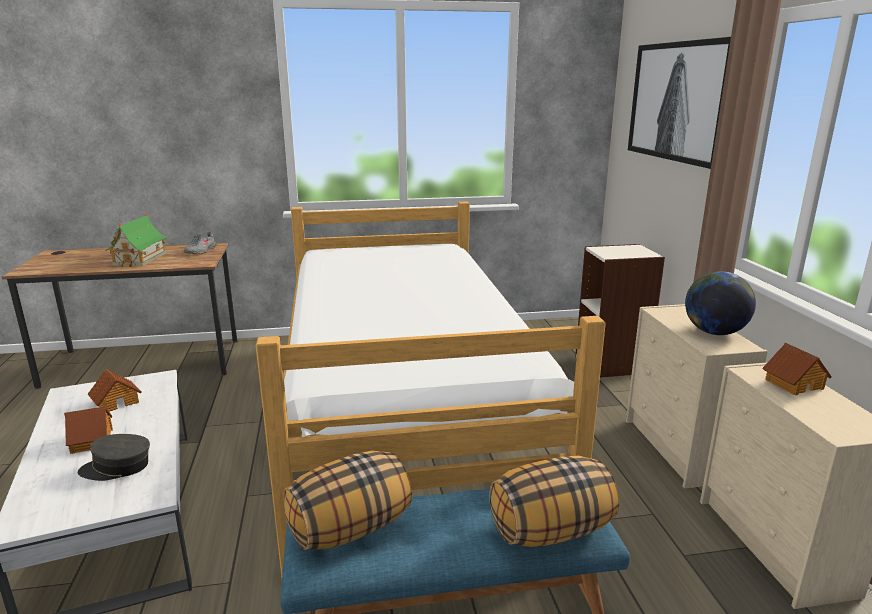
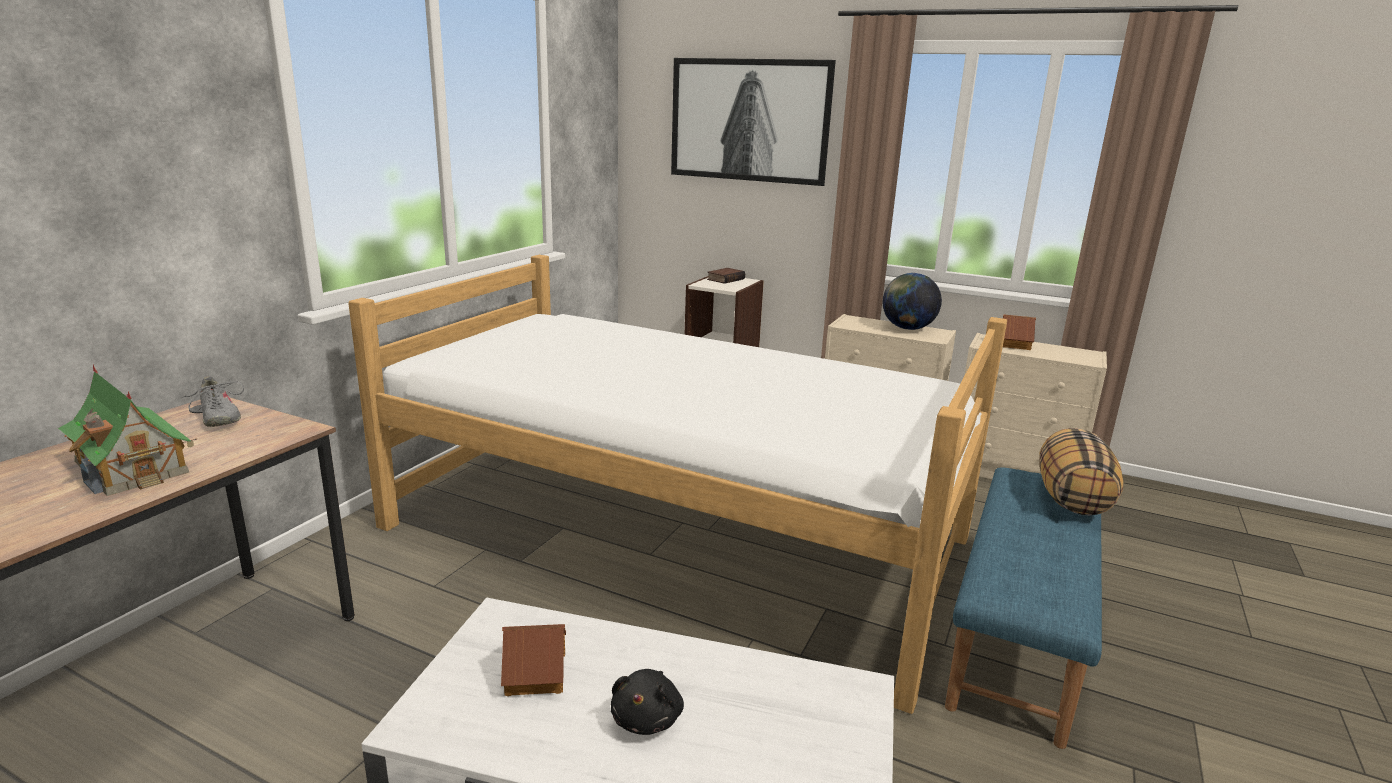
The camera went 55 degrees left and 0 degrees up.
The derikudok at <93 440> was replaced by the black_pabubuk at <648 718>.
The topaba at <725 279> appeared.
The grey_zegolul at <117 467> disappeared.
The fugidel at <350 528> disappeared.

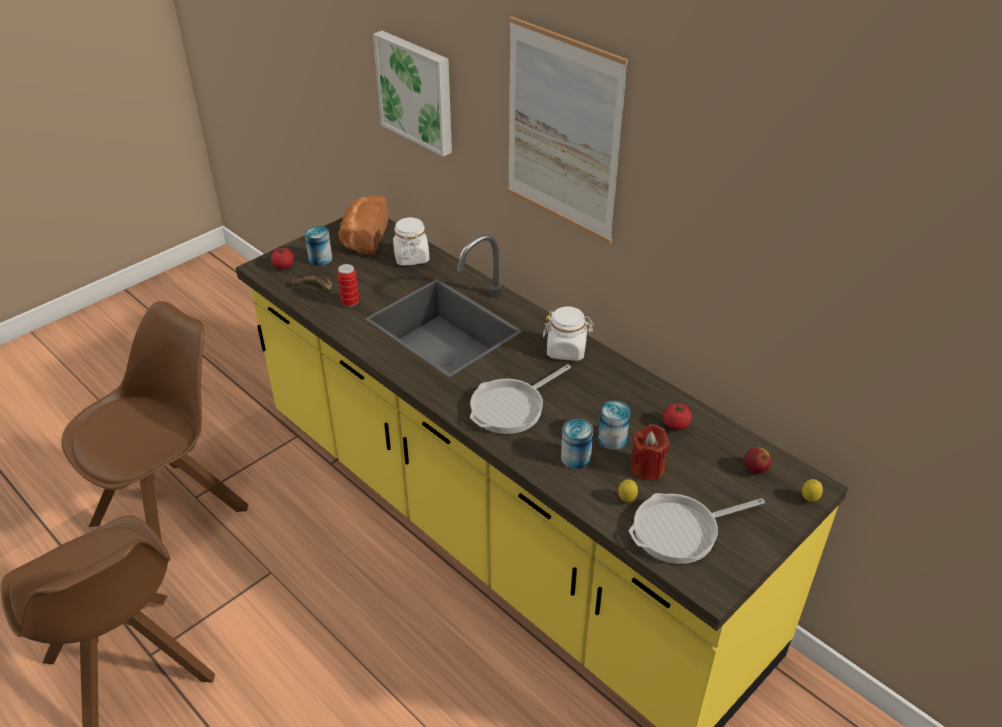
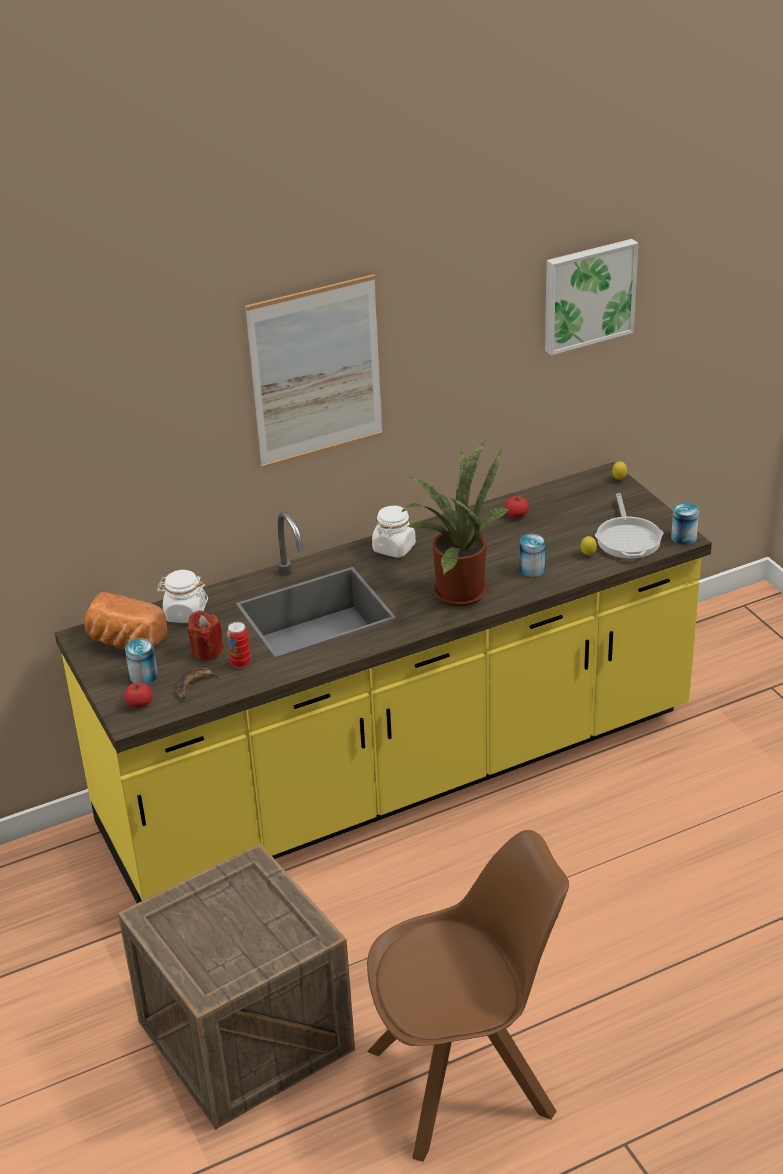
The camera went 70 degrees left and 5 degrees down.
The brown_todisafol at <174 513> was replaced by the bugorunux at <245 1035>.
The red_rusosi moved from <647 468> to <207 651>.
The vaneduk at <511 407> was replaced by the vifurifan at <455 590>.
The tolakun moved from <417 91> to <587 295>.
The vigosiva moved from <612 439> to <683 537>.
The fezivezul at <755 469> disappeared.

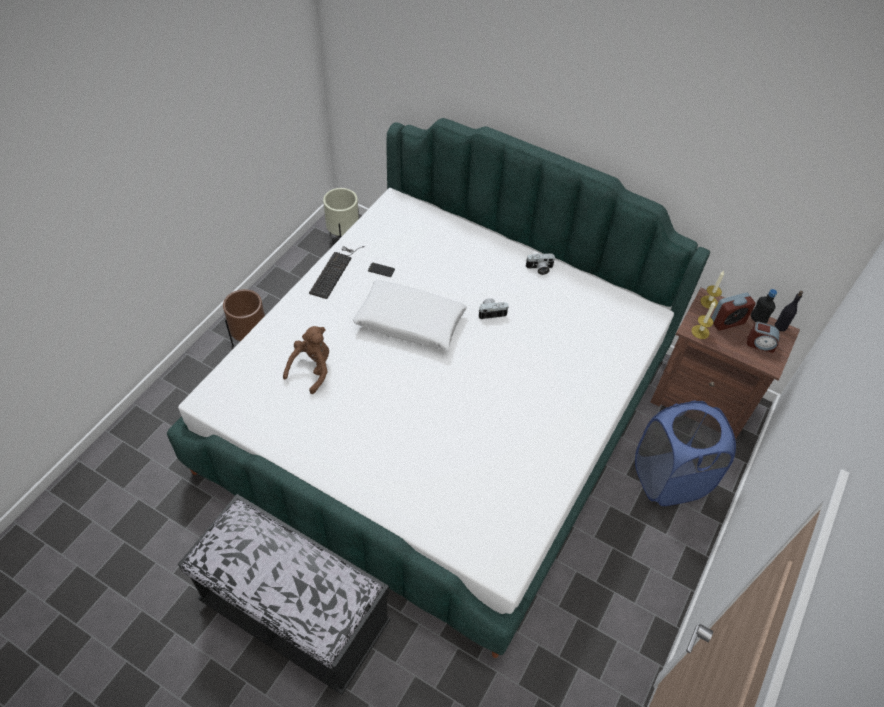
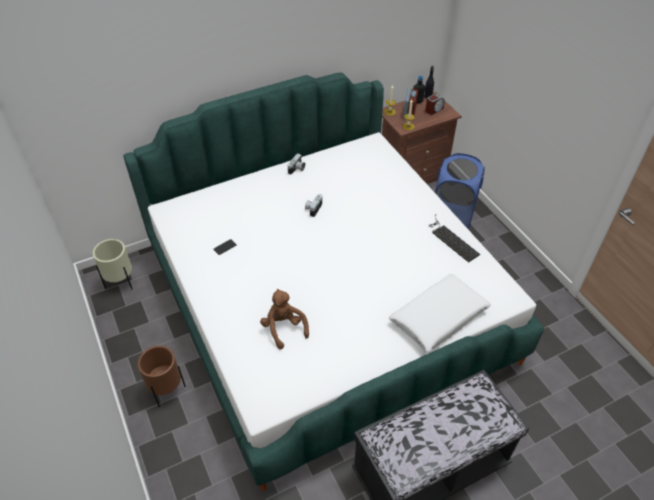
The camera went 55 degrees left and 5 degrees down.
The white_fugidel moved from <410 322> to <438 318>.
The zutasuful moved from <335 270> to <451 239>.

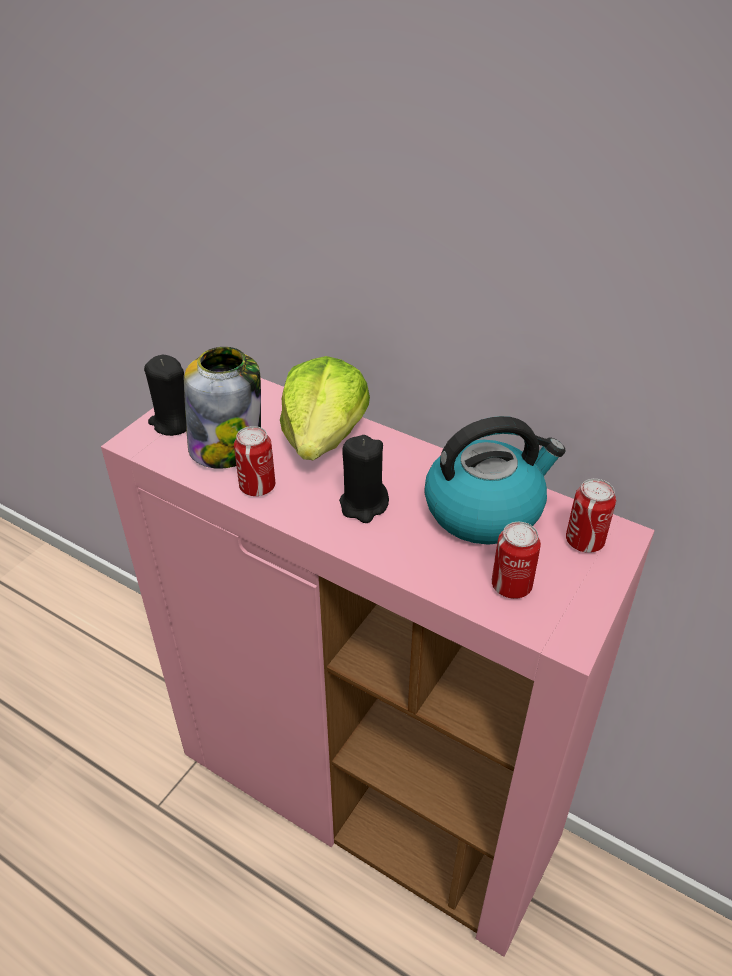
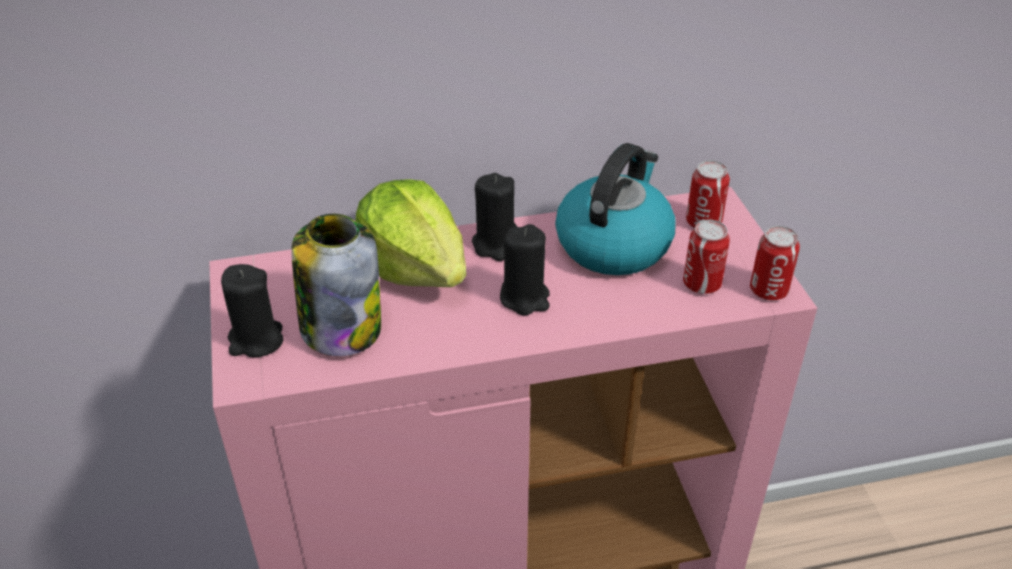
The camera went 45 degrees left and 0 degrees up.
The black_rusosi at <496 244> appeared.
The vigosiva moved from <257 487> to <768 290>.

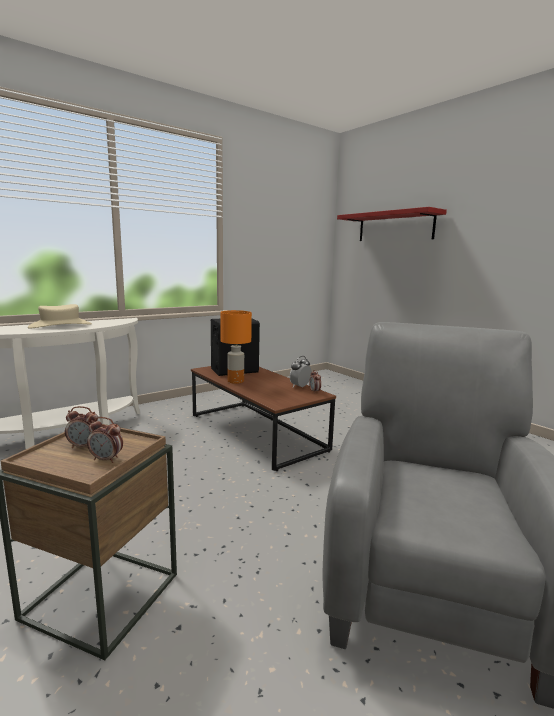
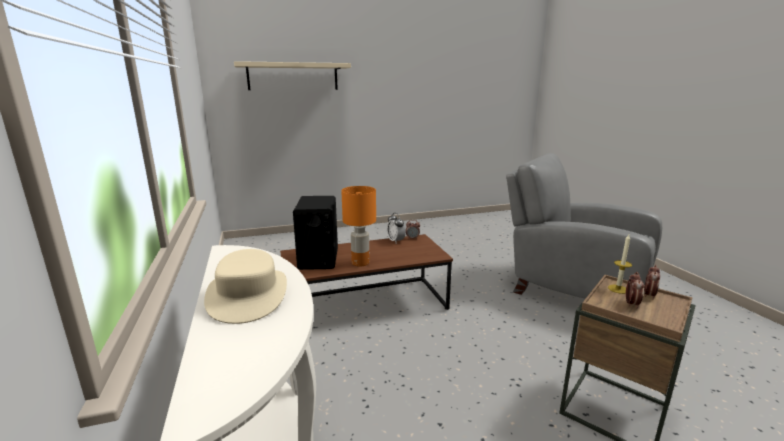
The camera went 70 degrees left and 5 degrees up.
The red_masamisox at <395 227> became the beige_masamisox at <293 76>.
The rusosi at <618 289> appeared.

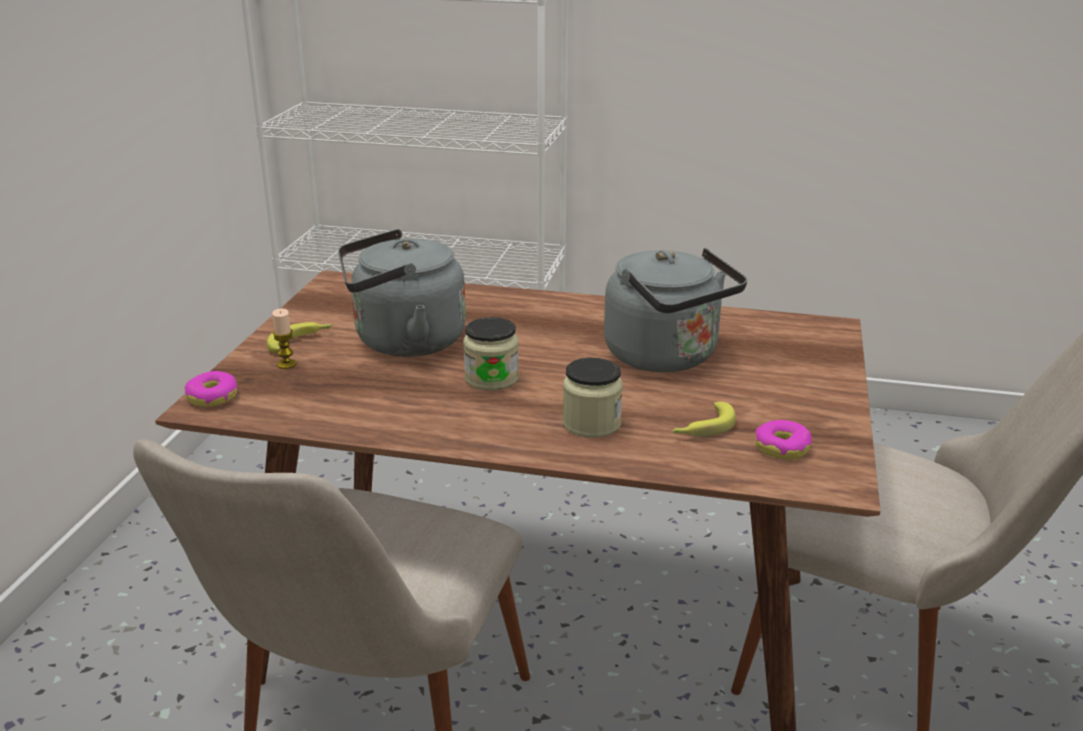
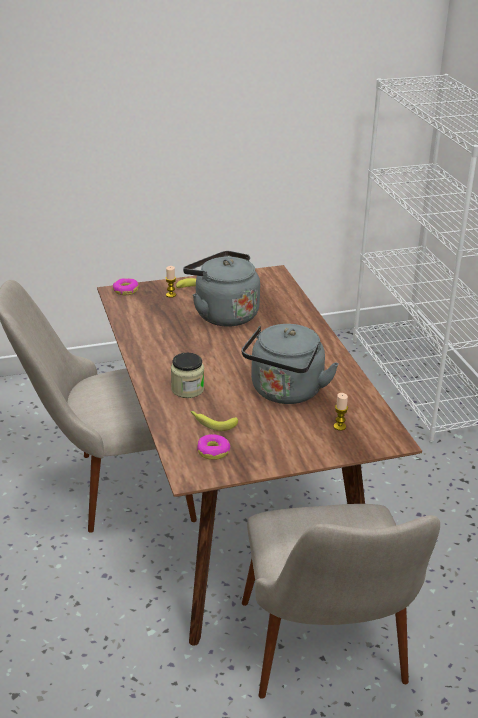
The camera went 60 degrees right and 5 degrees up.
The rusosi at <339 426> appeared.
The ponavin at <491 378> disappeared.

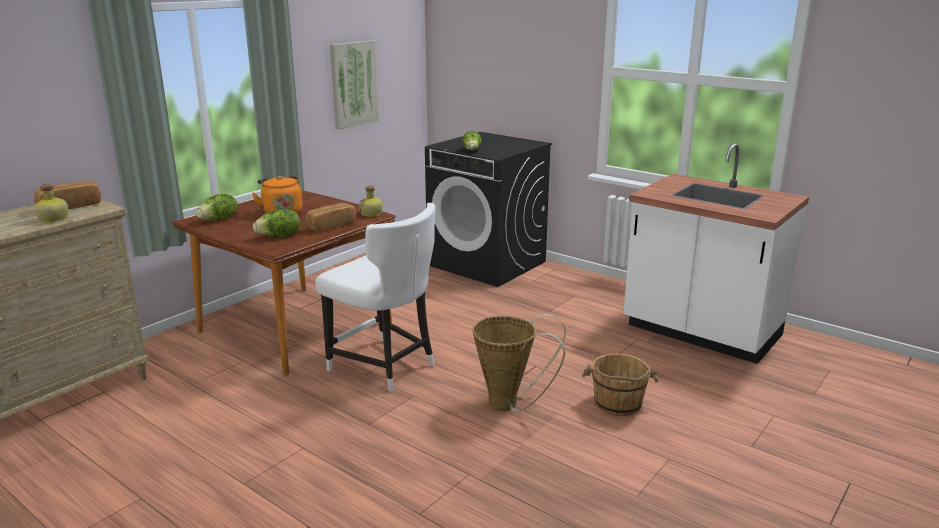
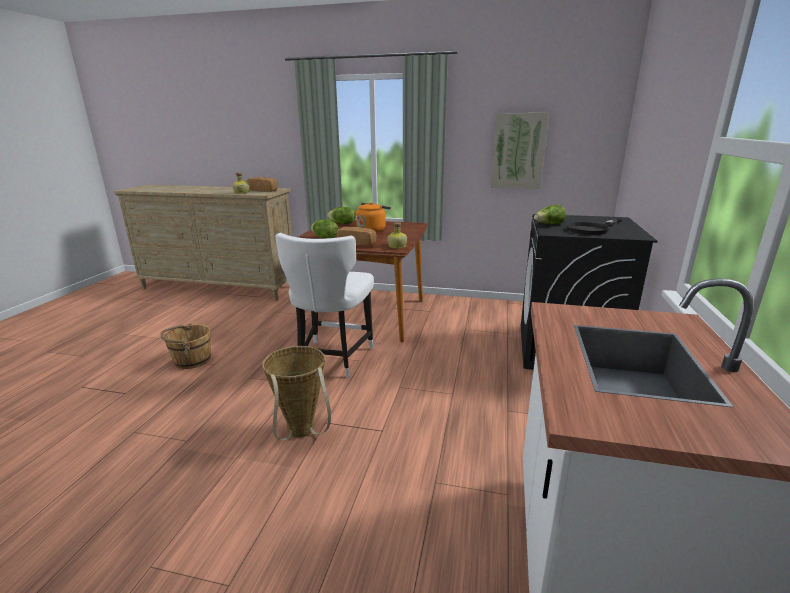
The camera went 65 degrees right and 0 degrees up.
The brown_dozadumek moved from <617 403> to <191 360>.
The black_vaneduk at <591 229> appeared.

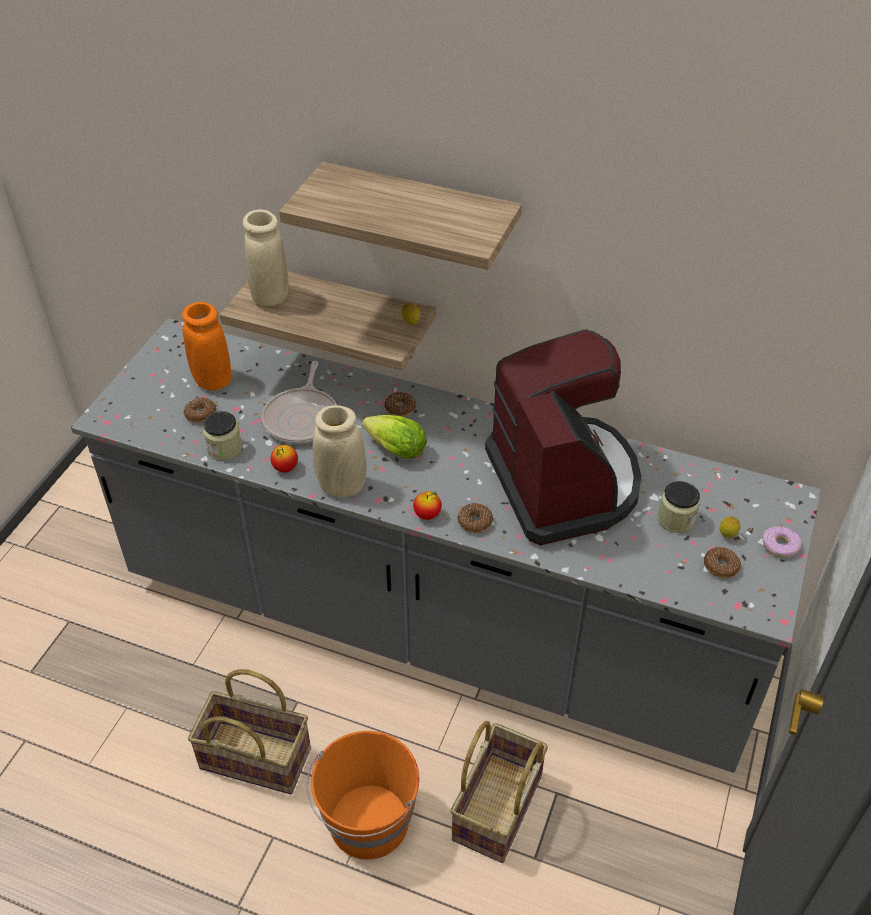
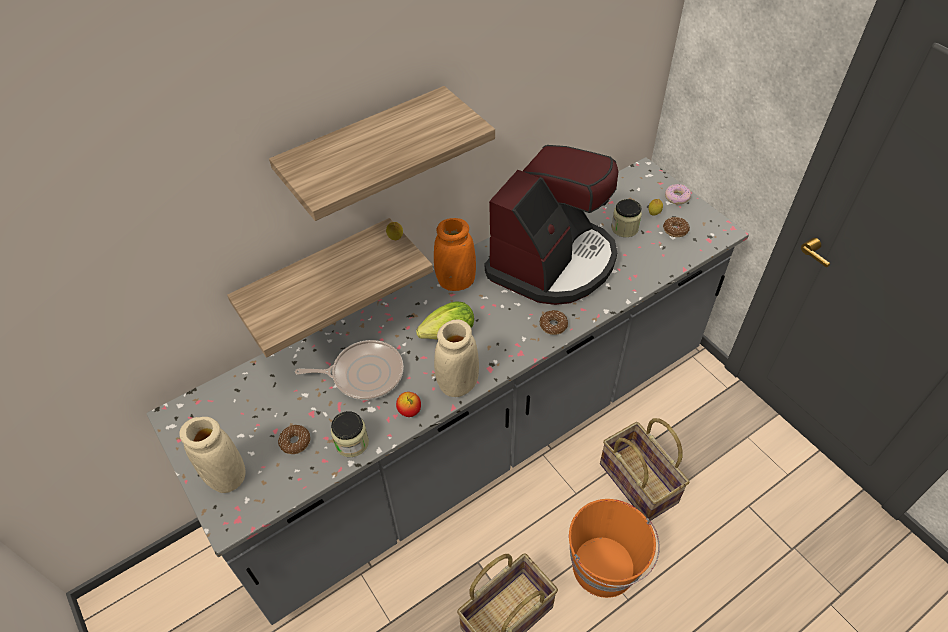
The camera went 55 degrees left and 5 degrees up.
The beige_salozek moved from <270 296> to <226 477>.
The vaneduk at <302 418> turned 45 degrees counterclockwise.
The orange_salozek moved from <212 380> to <456 282>.
The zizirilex at <564 482> turned 105 degrees clockwise.
The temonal at <400 408> disappeared.
The fezivezul at <427 515> disappeared.

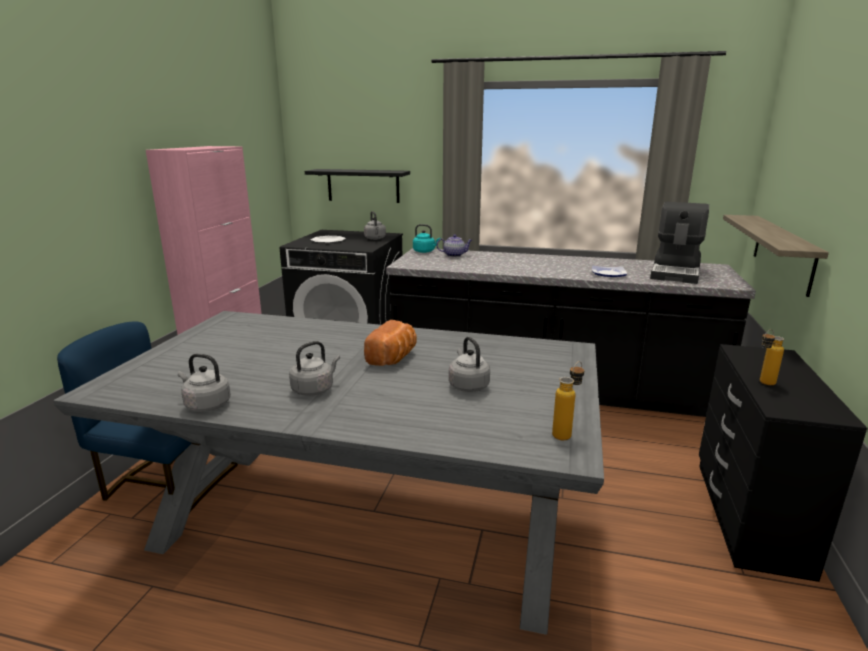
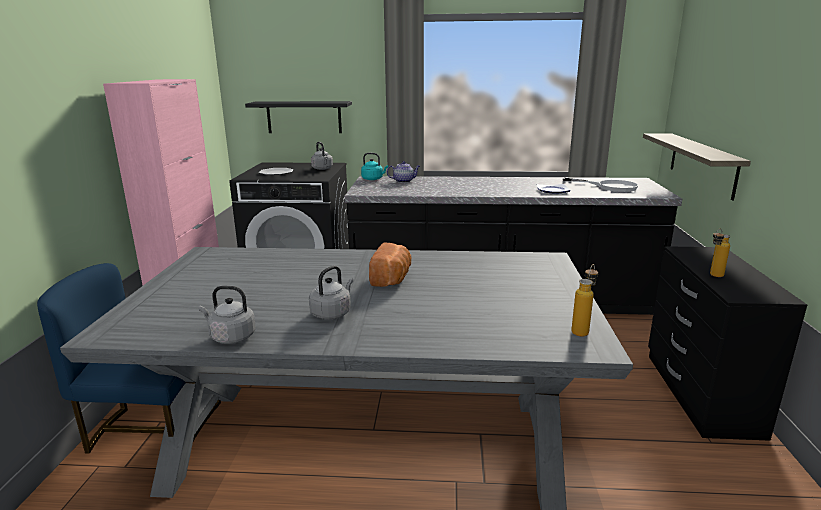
The camera went 10 degrees left and 0 degrees up.
The zizirilex at <676 272> was replaced by the white_vaneduk at <609 186>.
The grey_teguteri at <468 385> disappeared.

